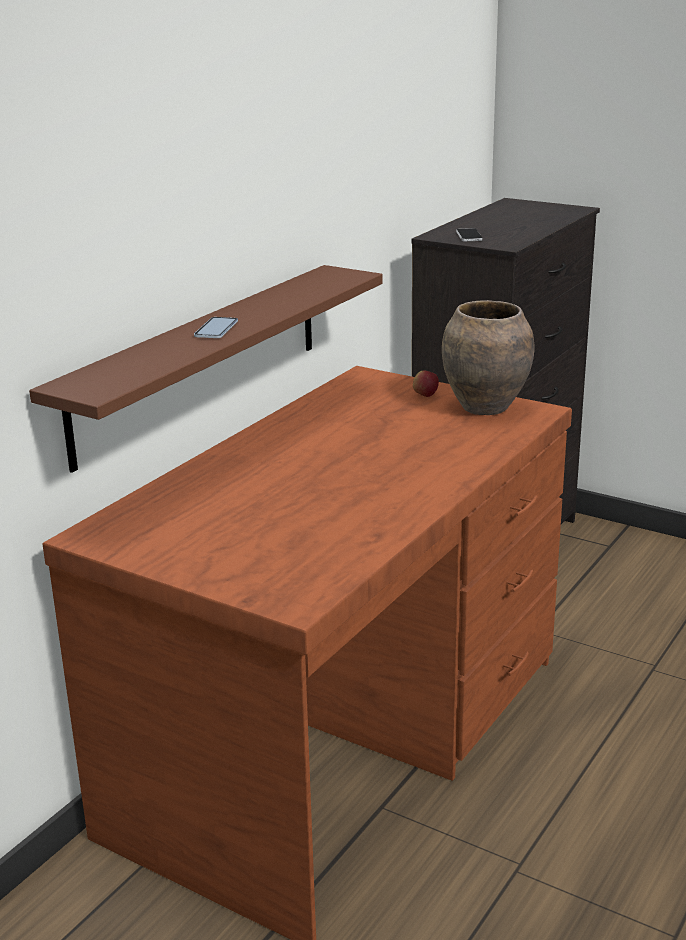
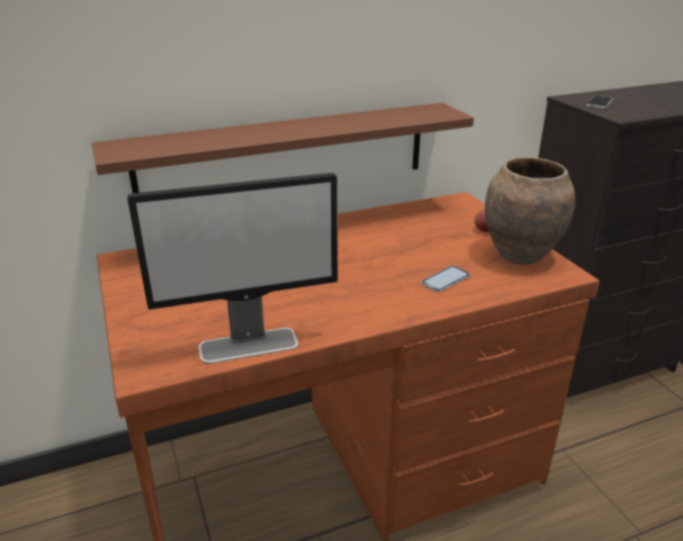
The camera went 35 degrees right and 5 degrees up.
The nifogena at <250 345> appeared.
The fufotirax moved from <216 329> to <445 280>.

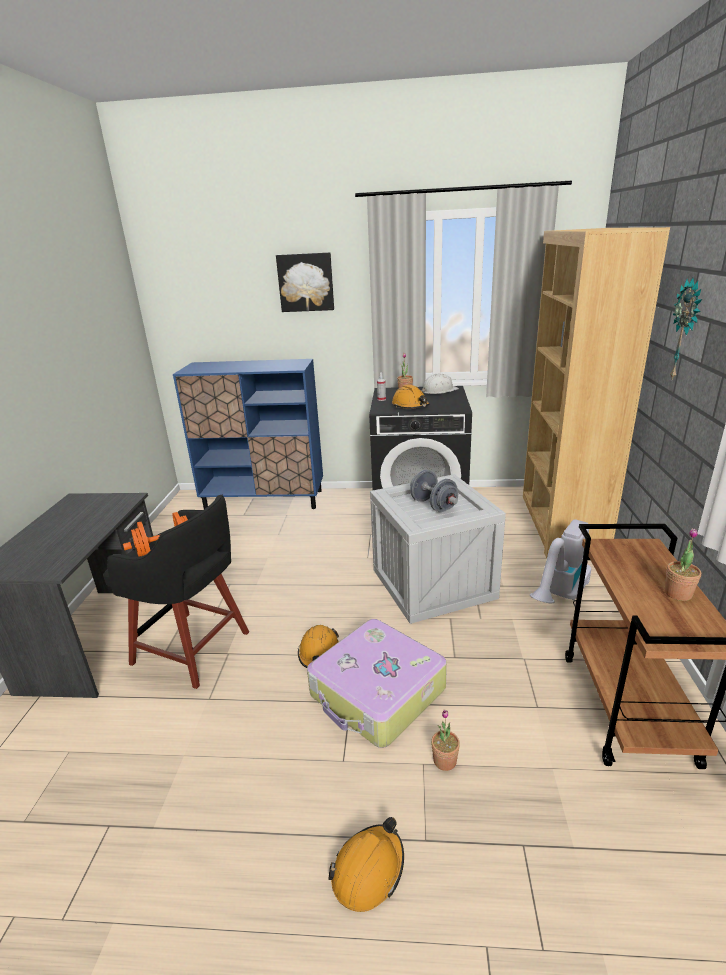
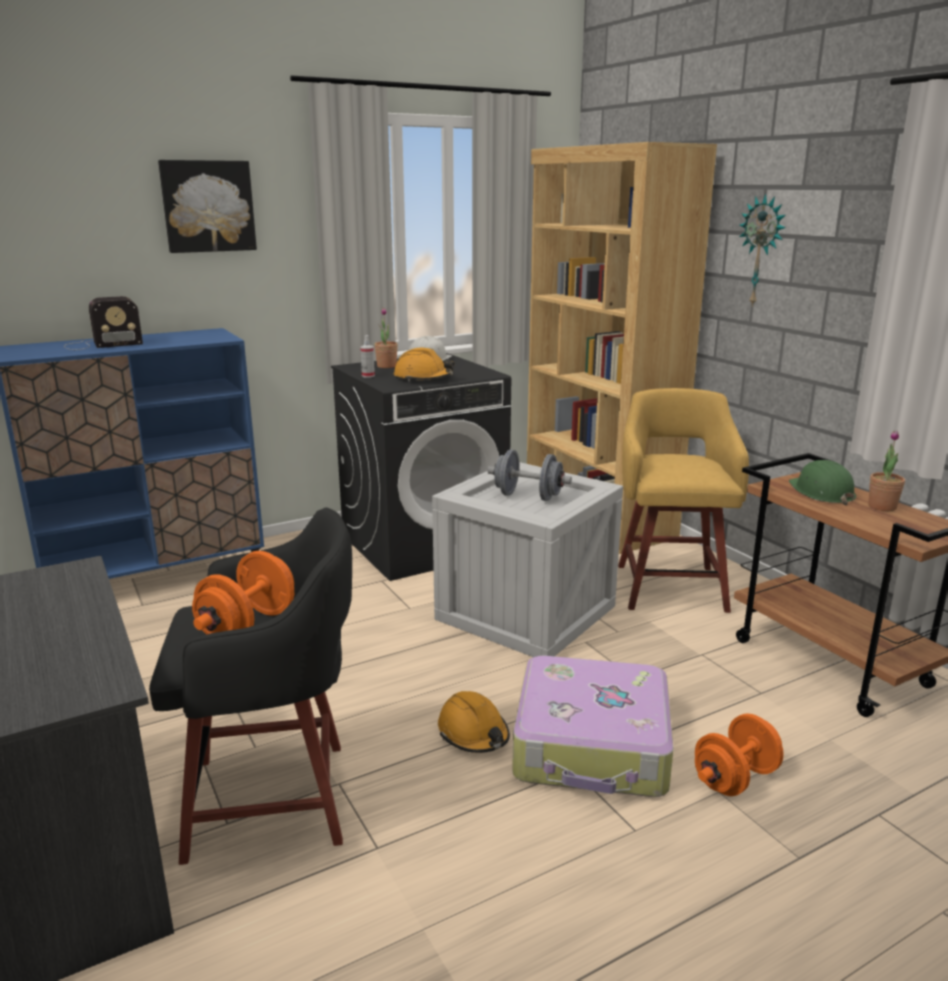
The camera went 35 degrees left and 5 degrees down.
The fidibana at <100 344> appeared.
The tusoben at <560 596> was replaced by the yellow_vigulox at <671 585>.
The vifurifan at <444 760> was replaced by the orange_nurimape at <735 778>.
The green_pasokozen at <821 492> appeared.
The orange_pasokozen at <368 870> disappeared.

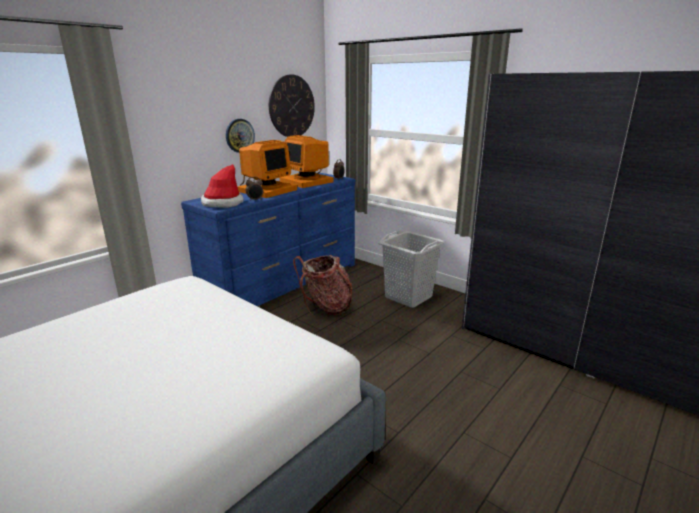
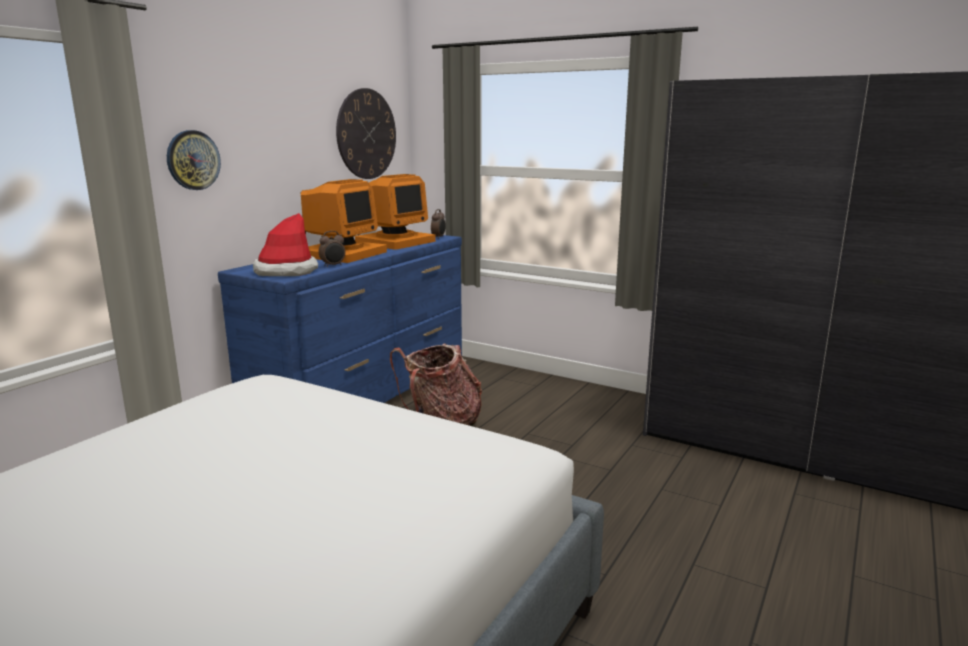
The camera went 10 degrees left and 5 degrees down.
The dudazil moved from <239 135> to <193 160>.
The nifogena at <307 181> turned 90 degrees counterclockwise.
The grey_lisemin at <408 297> disappeared.

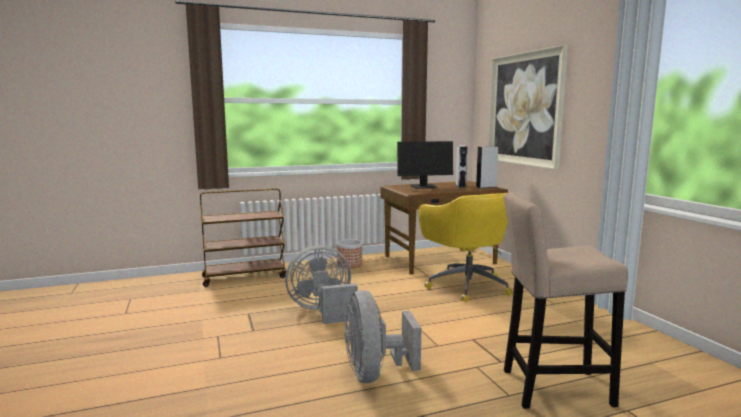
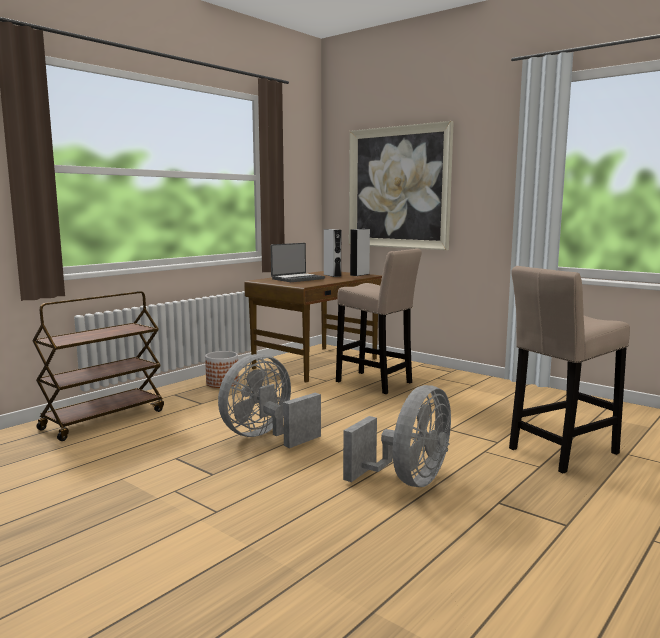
The camera went 30 degrees left and 0 degrees up.
The nifogena at <423 187> was replaced by the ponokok at <297 279>.
The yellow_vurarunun at <466 285> was replaced by the beige_vigulox at <377 383>.
The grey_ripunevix at <374 373> turned 105 degrees counterclockwise.

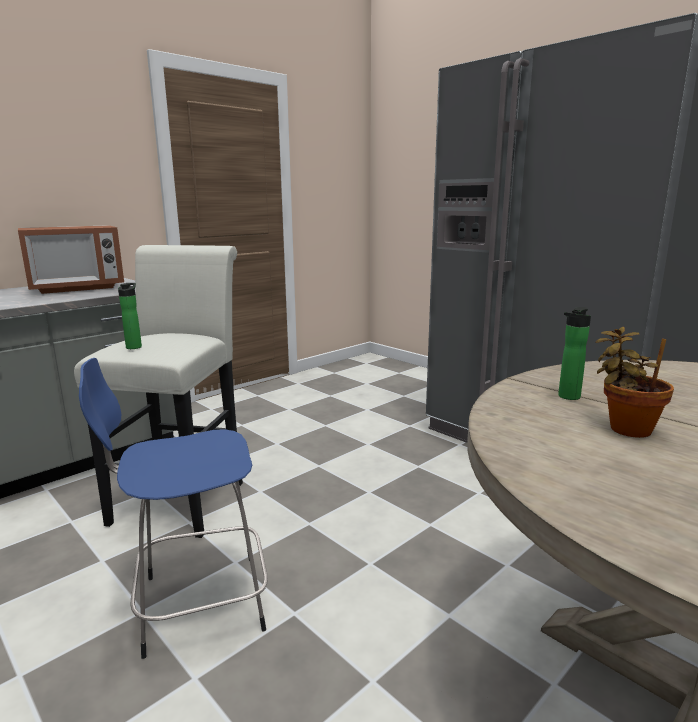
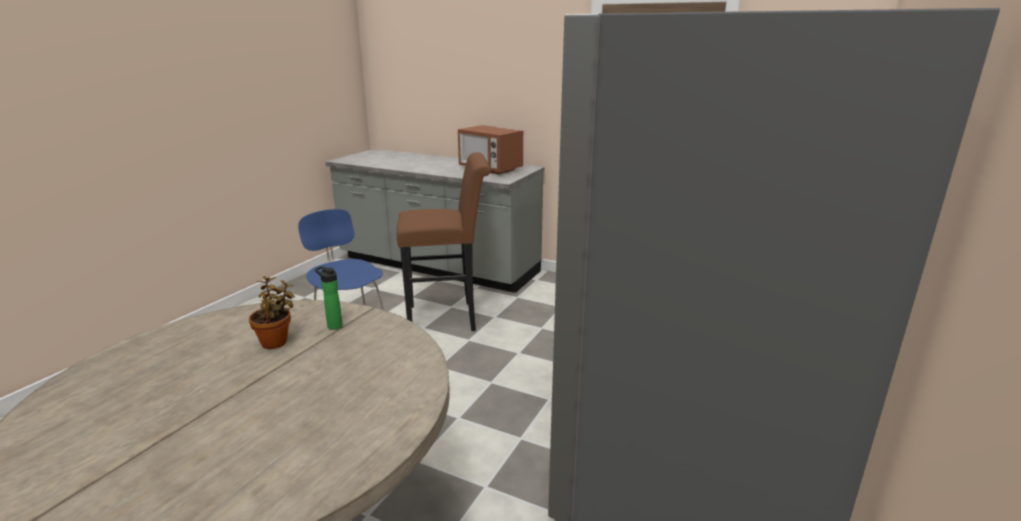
The camera went 70 degrees right and 5 degrees up.
The white_vigulox at <184 497> became the brown_vigulox at <448 318>.
The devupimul at <134 346> disappeared.

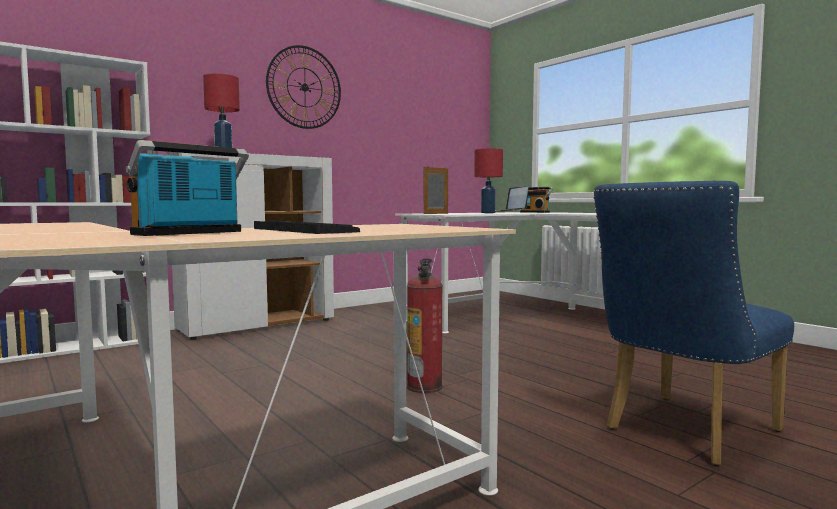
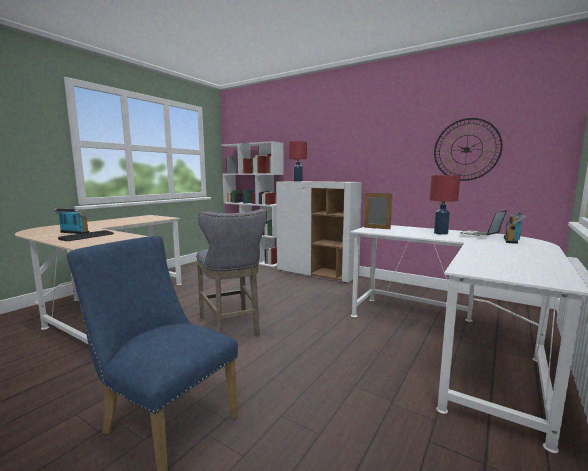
The camera went 70 degrees right and 5 degrees up.
The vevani at <425 387> was replaced by the grey_vigulox at <231 327>.
The dudazil moved from <304 87> to <466 149>.

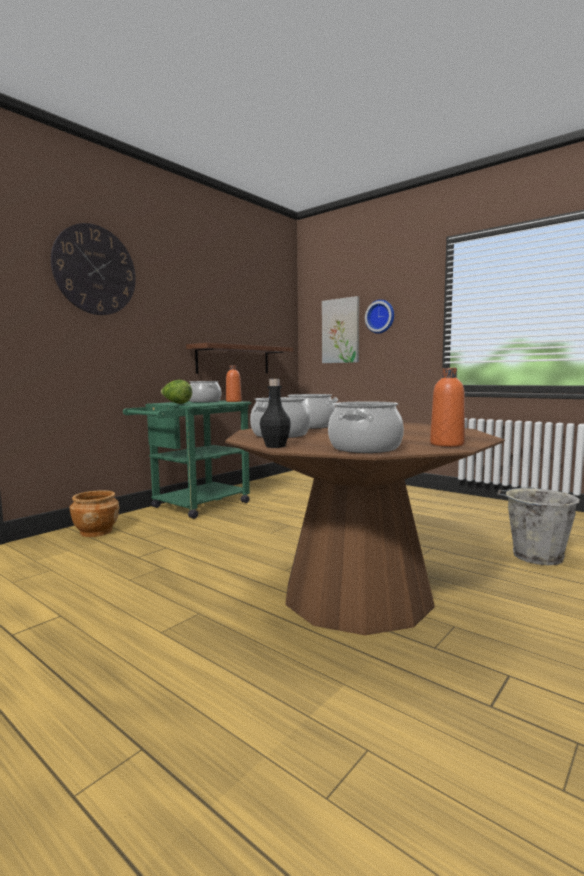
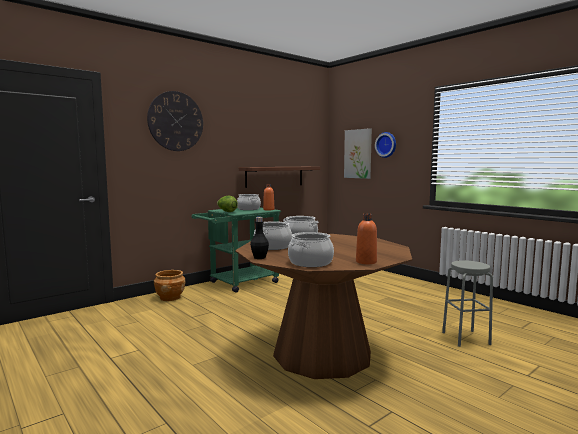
The camera went 10 degrees right and 0 degrees up.
The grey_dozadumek at <535 556> was replaced by the grey_vigulox at <466 338>.

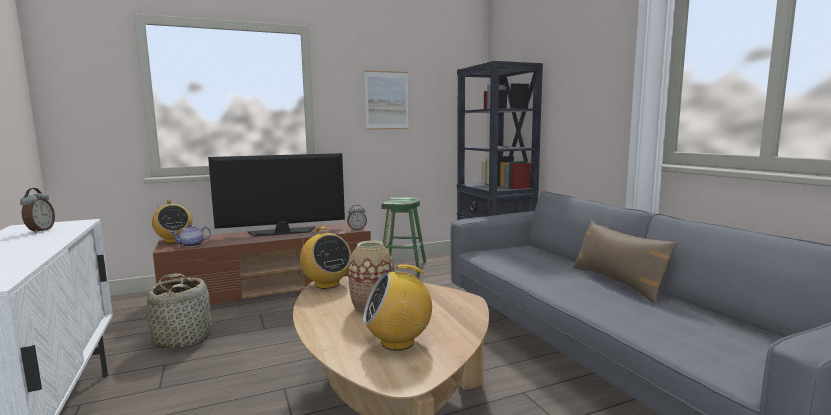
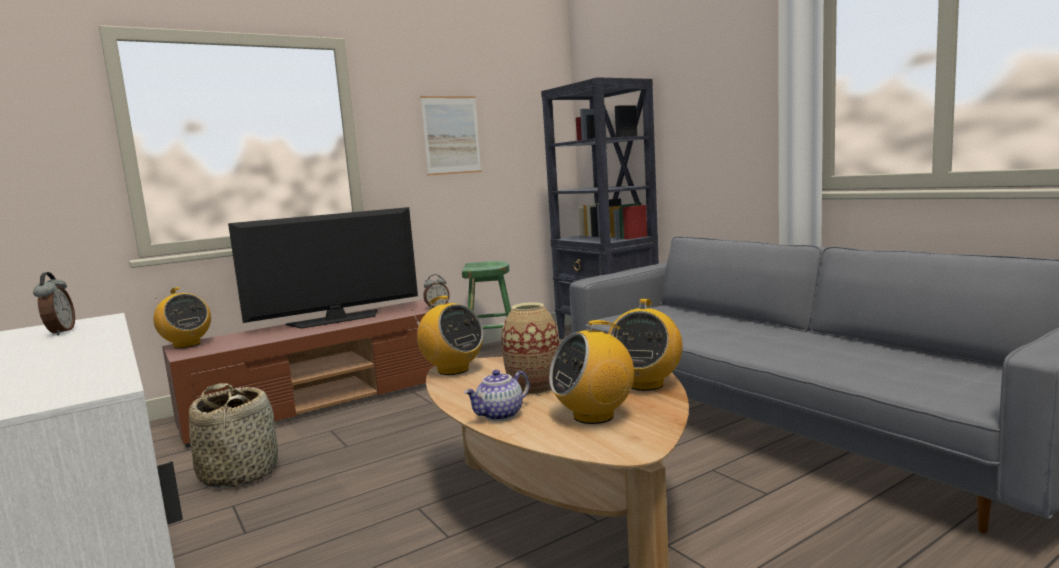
The camera went 10 degrees left and 0 degrees up.
The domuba moved from <192 245> to <500 415>.
The fidibana at <645 384> appeared.
The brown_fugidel at <618 283> disappeared.

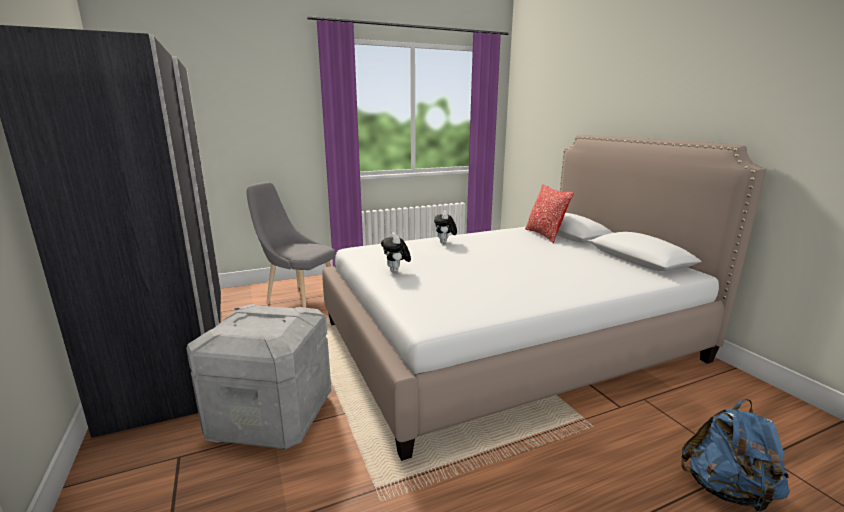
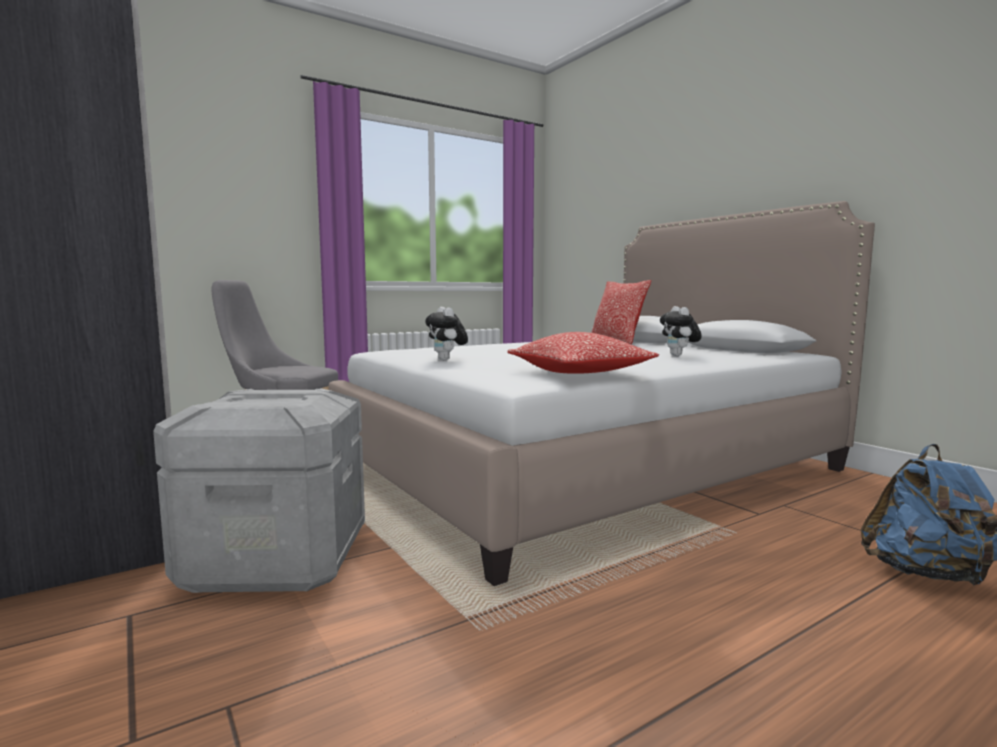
The camera went 10 degrees left and 10 degrees down.
The fugidel at <580 373> appeared.
The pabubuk moved from <445 243> to <679 356>.

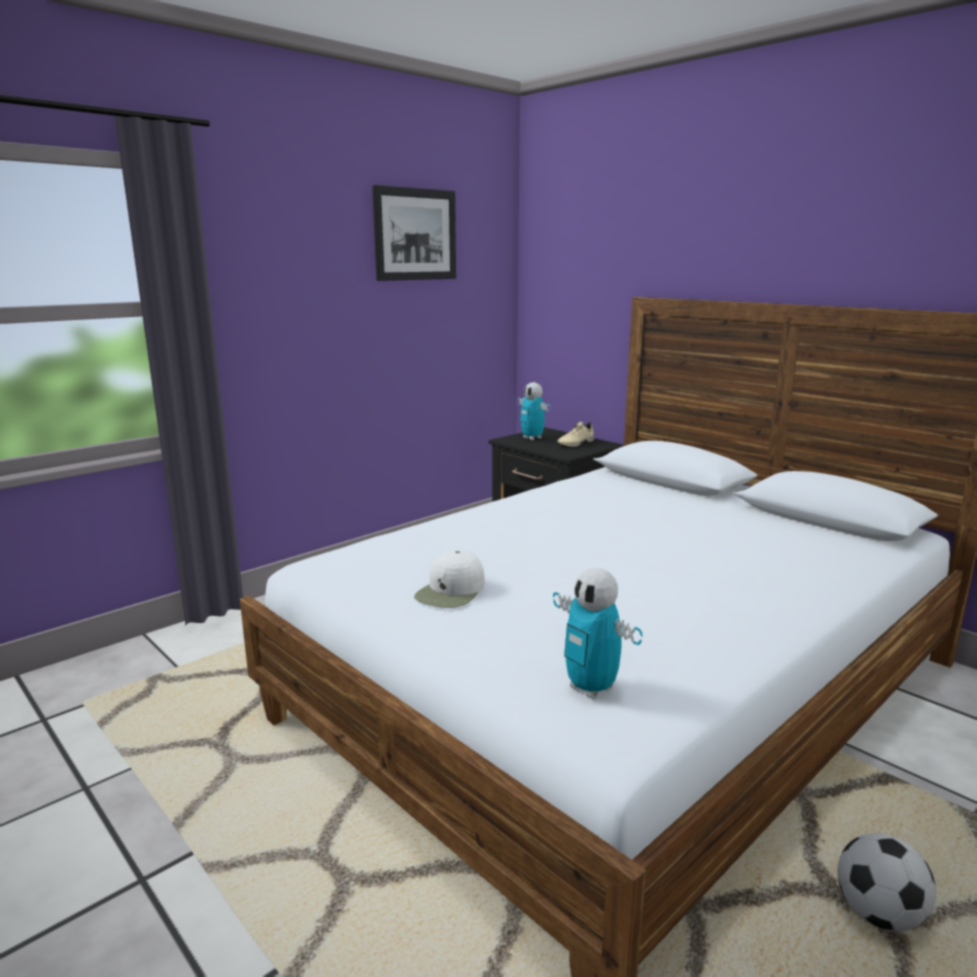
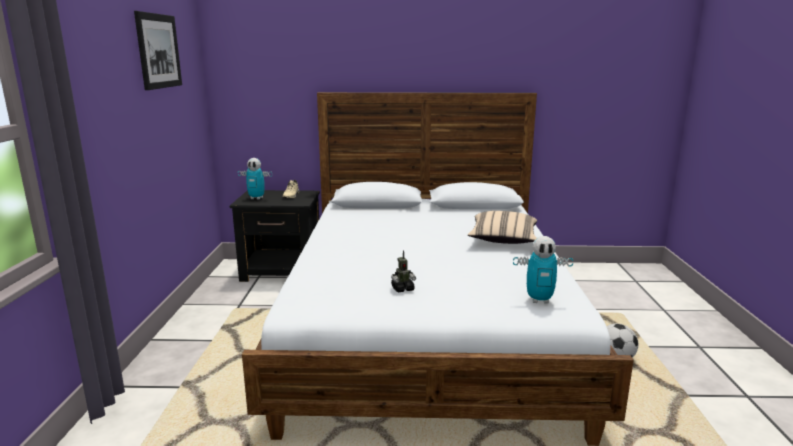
The camera went 45 degrees left and 0 degrees up.
The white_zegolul at <451 591> was replaced by the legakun at <402 289>.
The beige_fugidel at <503 240> appeared.

